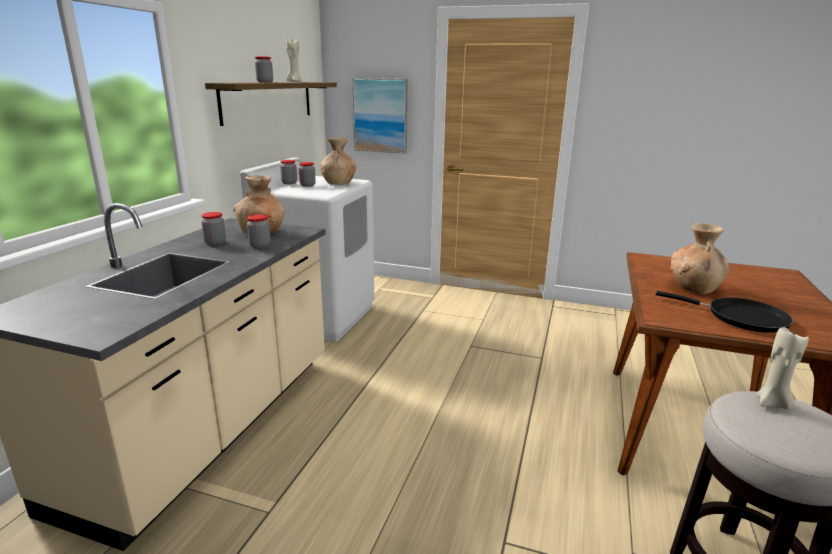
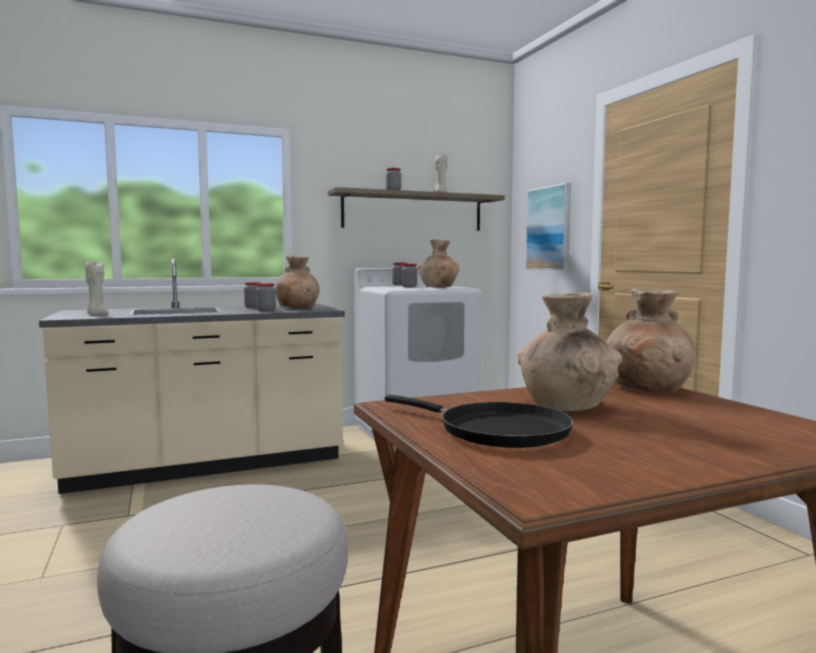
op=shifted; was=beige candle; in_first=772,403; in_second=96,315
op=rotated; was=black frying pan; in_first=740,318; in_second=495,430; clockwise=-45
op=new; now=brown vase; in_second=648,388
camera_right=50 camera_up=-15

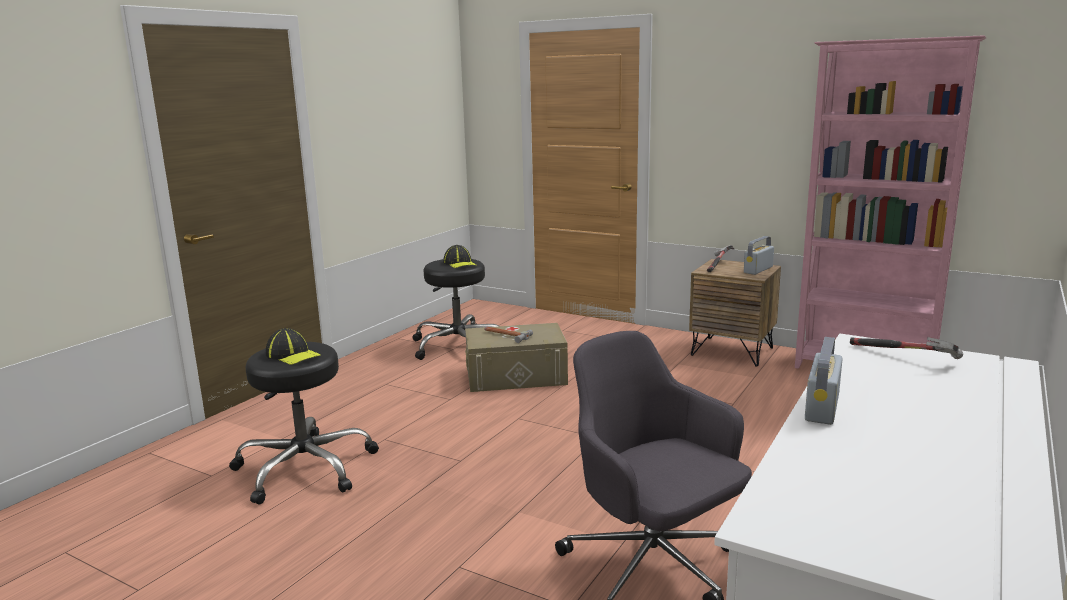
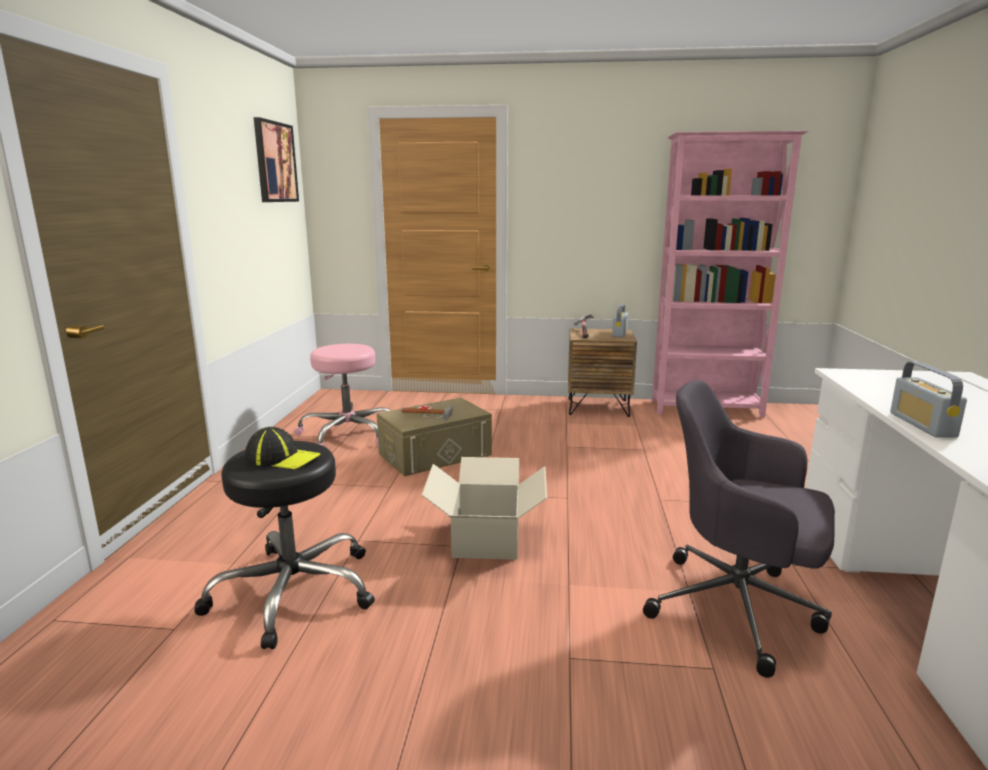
op=new; now=picture; in_second=275,162
op=repainted; was=black stool; now=pink stool; in_first=458,346; in_second=349,434
op=new; now=cardboard box; in_second=487,539
op=gone; was=cap; in_first=460,263
op=gone; was=hammer; in_first=904,358
camera_right=-25 camera_up=0

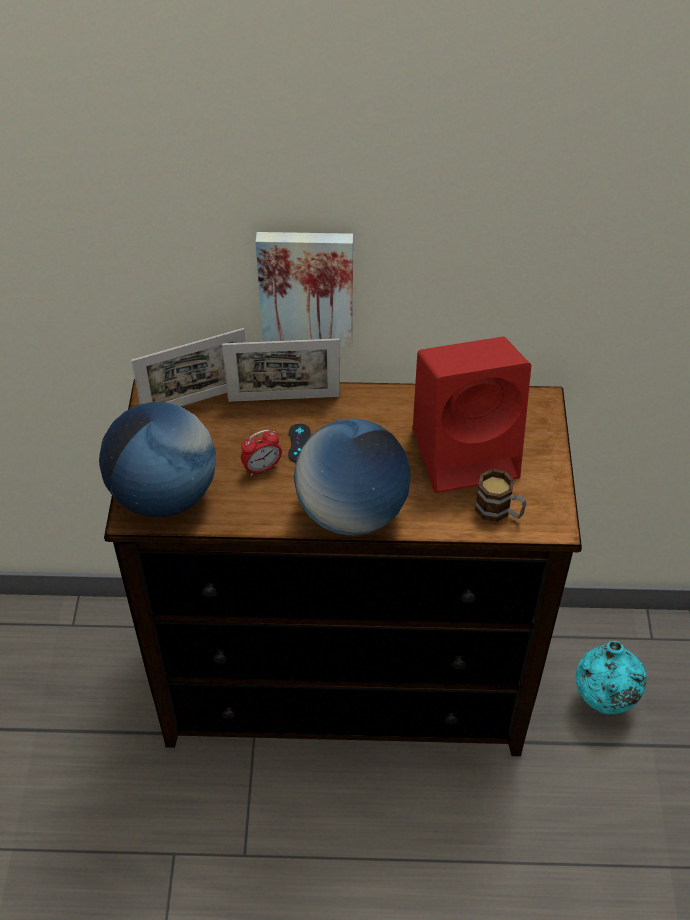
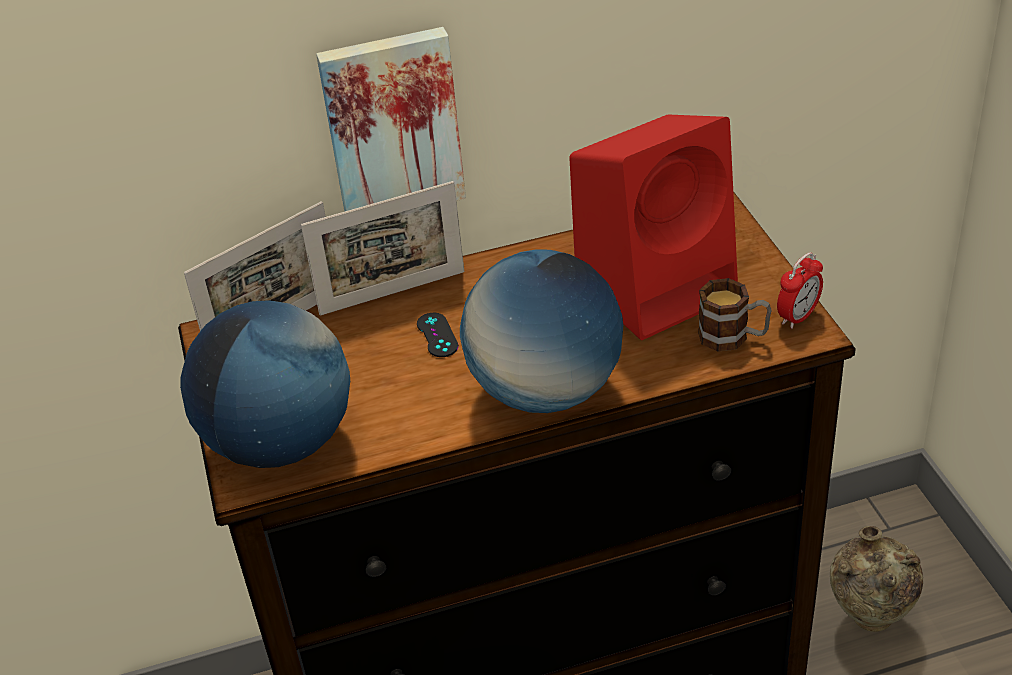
op=shifted; was=alarm clock; in_first=262,468; in_second=798,317
op=repainted; was=turquoise vase; now=beige vase; in_first=602,704; in_second=869,622
camera_right=-15 camera_up=-10

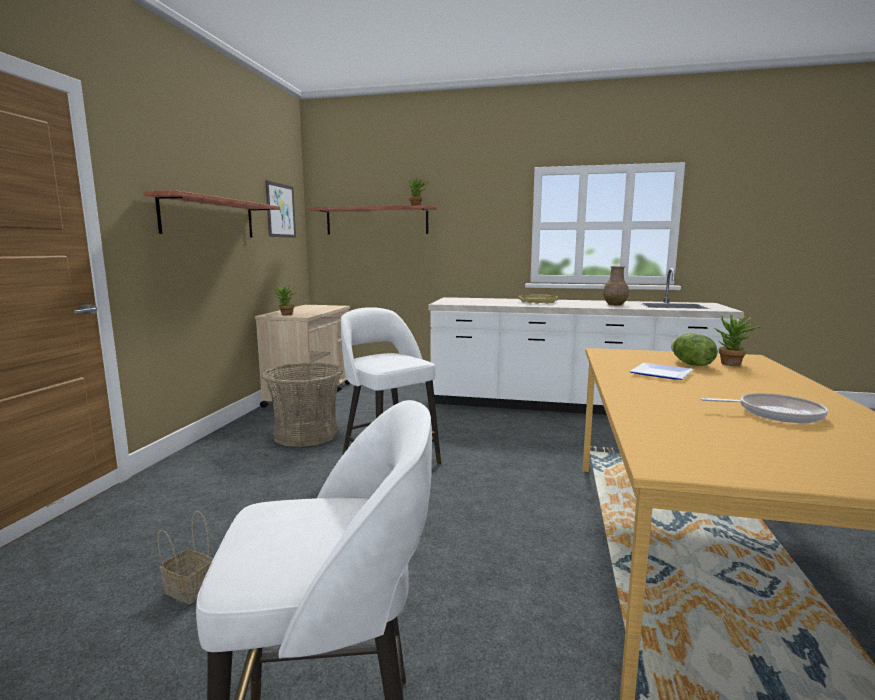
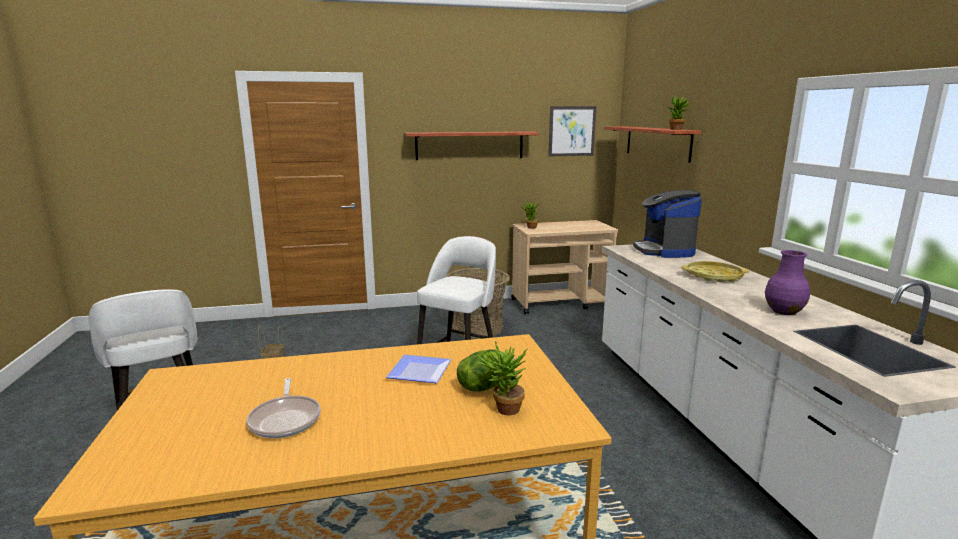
op=new; now=coffee machine; in_second=664,250
op=repainted; was=brown vase; now=purple vase; in_first=615,304; in_second=783,311
camera_right=65 camera_up=5

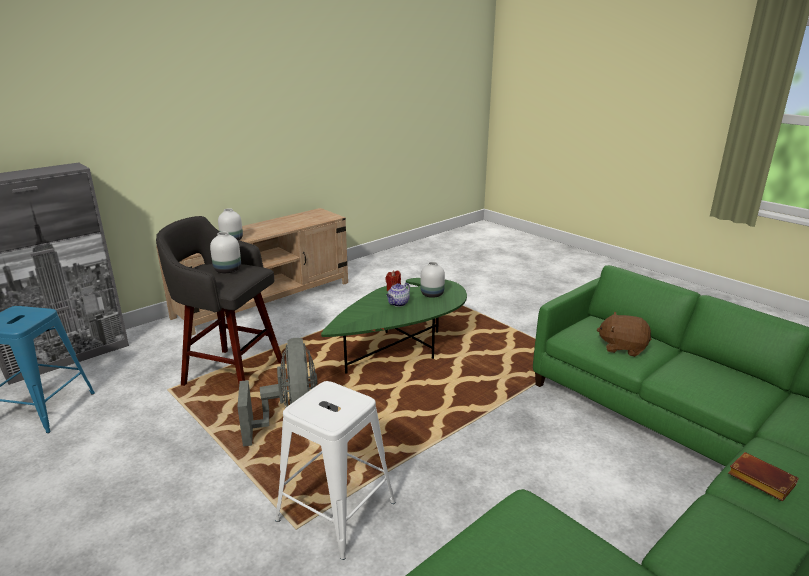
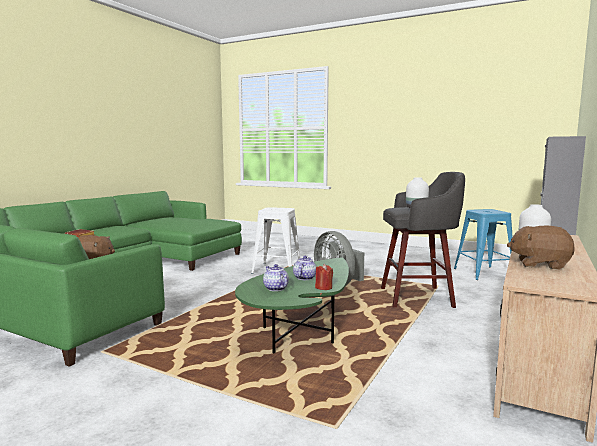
op=swapped; was=white vase; now=teapot; in_first=432,294; in_second=275,288
op=new; now=brown plush toy; in_second=540,264
camera_right=160 camera_up=-15

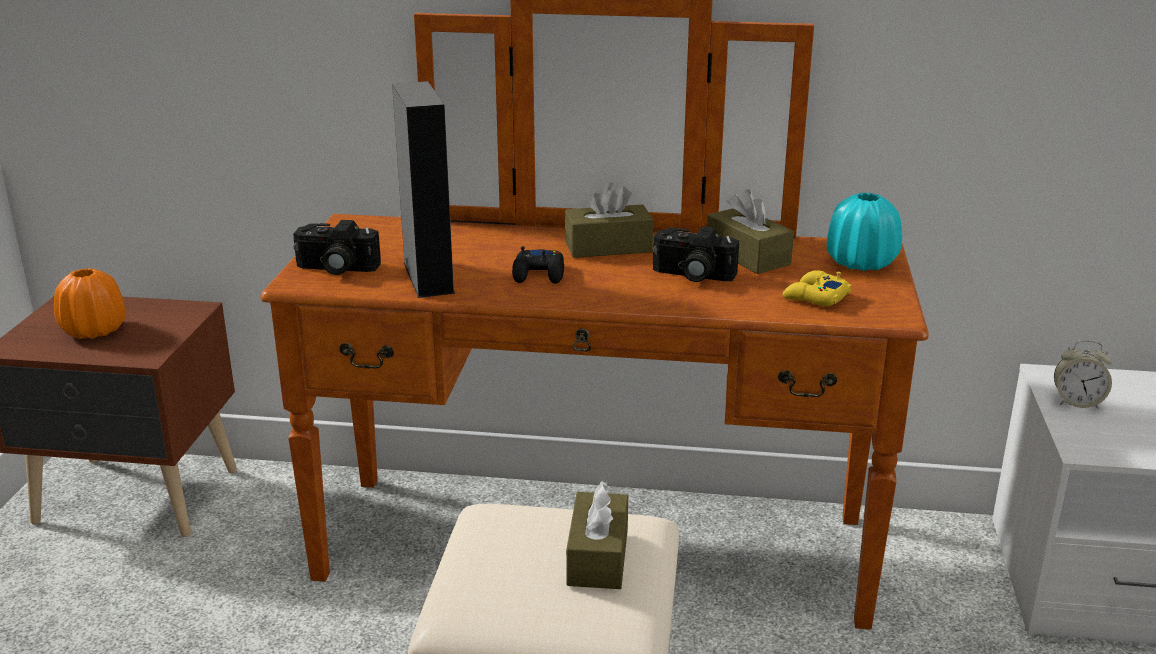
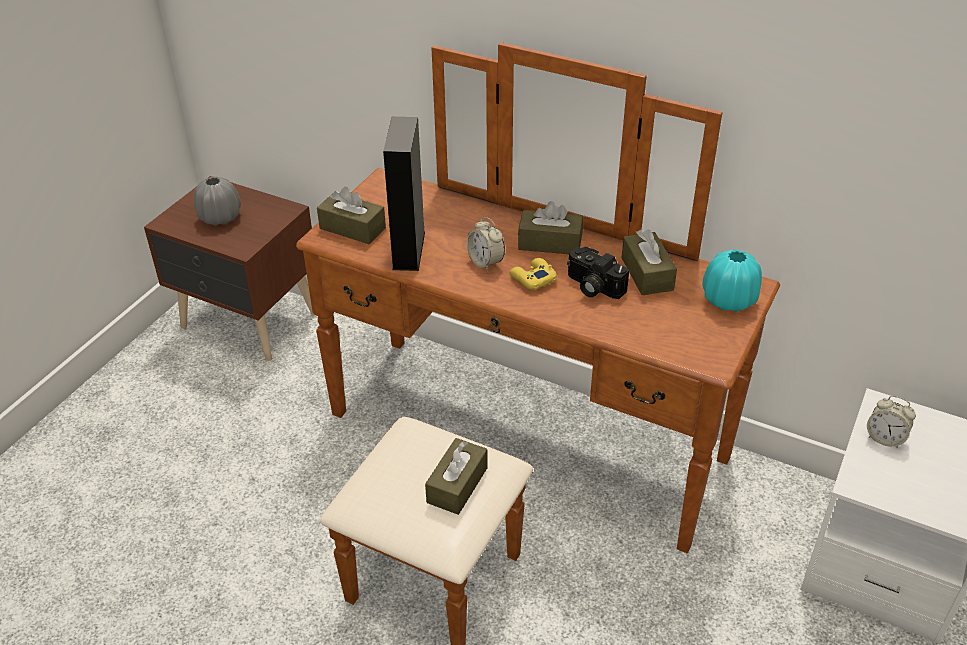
op=repainted; was=orange vase; now=grey vase; in_first=94,330; in_second=220,217
op=swapped; was=photo camera; now=brown tissue box; in_first=335,269; in_second=352,228
op=swapped; was=black game controller; now=alarm clock; in_first=539,274; in_second=485,262
op=shifted; was=yellow game controller; in_first=815,297; in_second=532,278
camera_right=20 camera_up=15

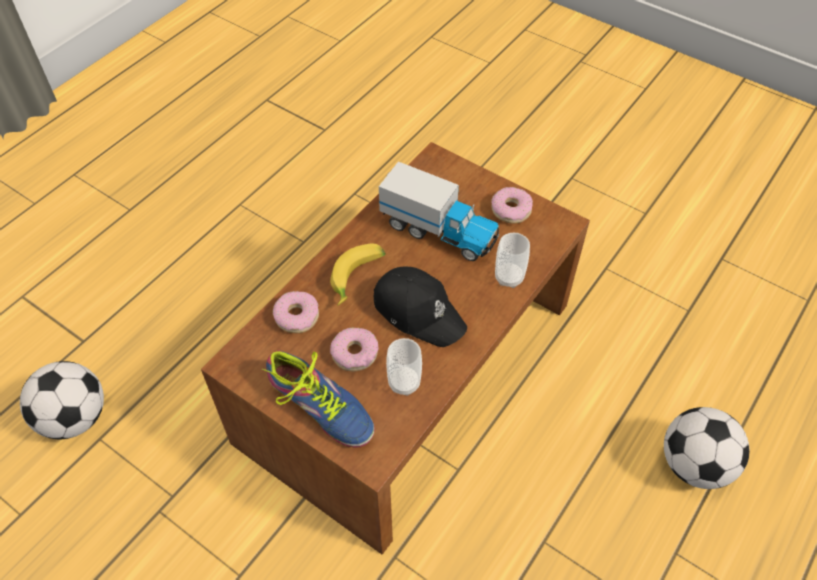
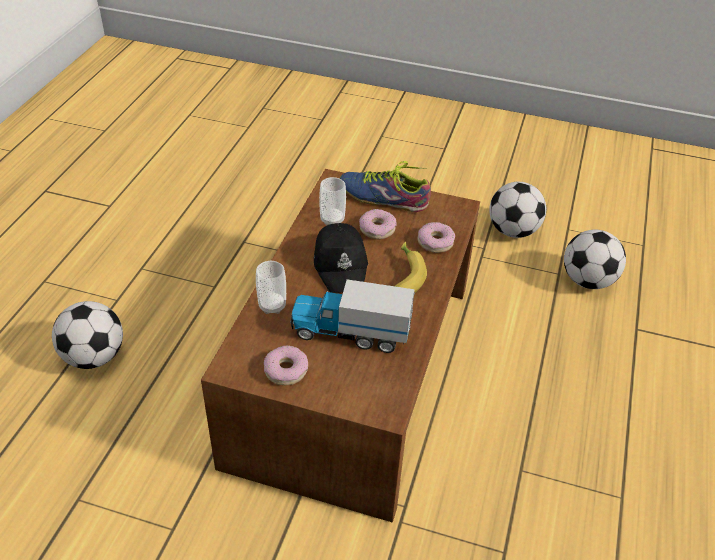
op=rotated; was=black cap; in_first=418,311; in_second=341,265; clockwise=-120
op=new; now=football; in_second=513,231
camera_right=160 camera_up=-10

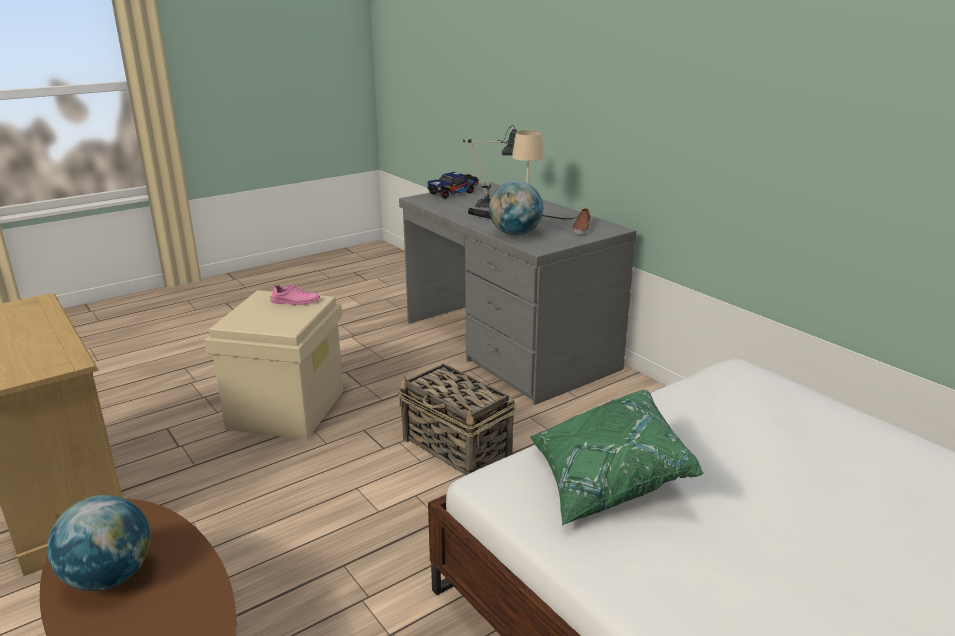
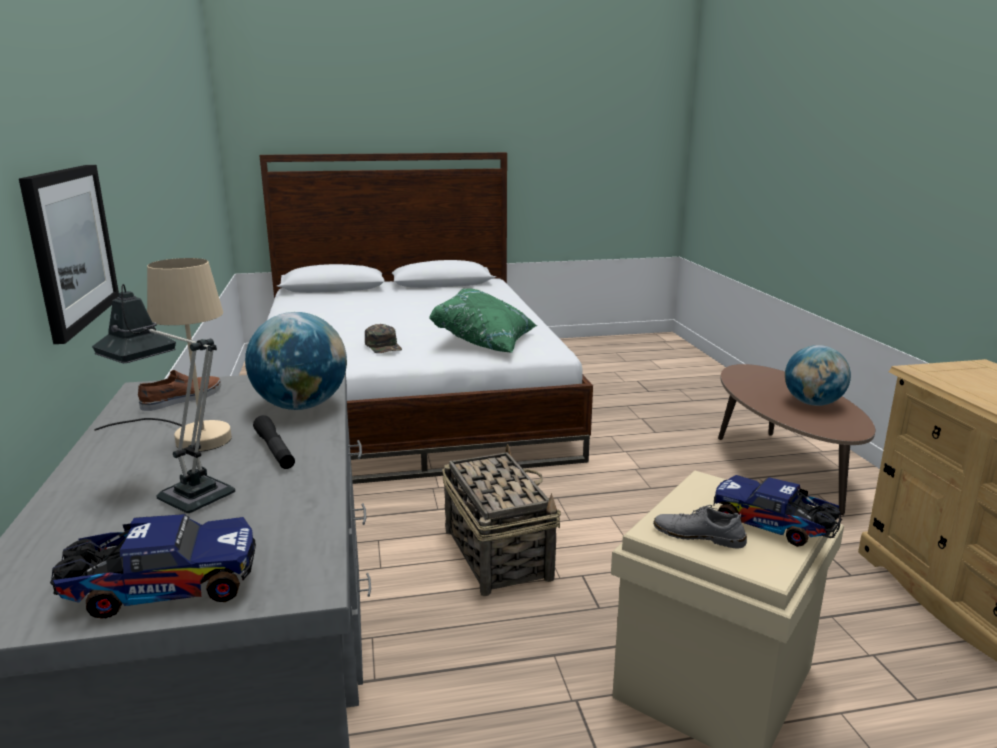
op=new; now=picture; in_second=71,247
op=new; now=green cap; in_second=384,346
op=repainted; was=pink shoe; now=grey shoe; in_first=295,301; in_second=698,535
op=new; now=toy truck; in_second=774,526
camera_right=-155 camera_up=-5

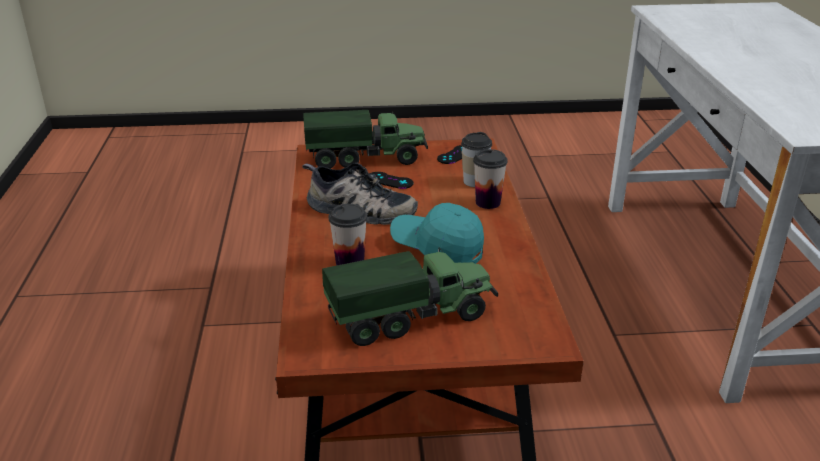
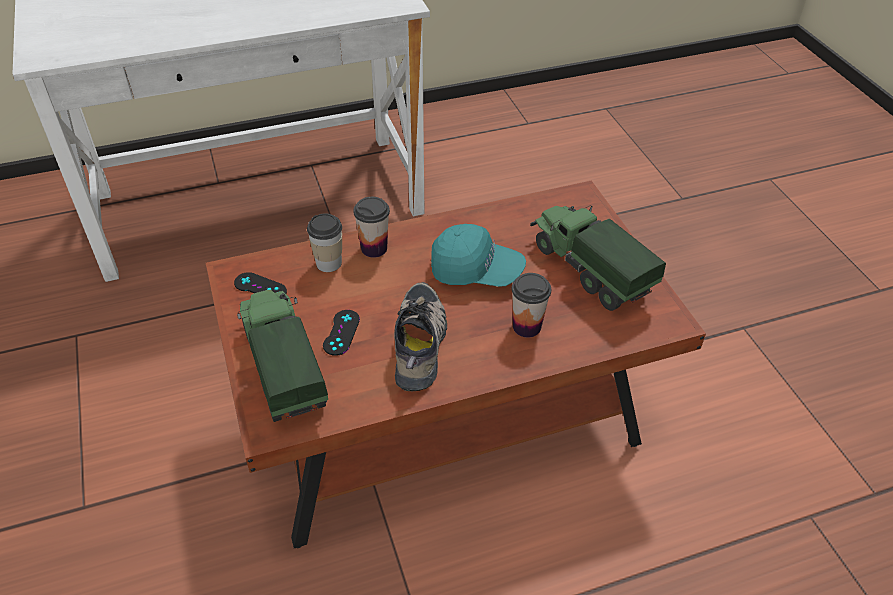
op=rotated; was=turquoise cap; in_first=437,248; in_second=476,271; clockwise=-90
camera_right=-105 camera_up=15

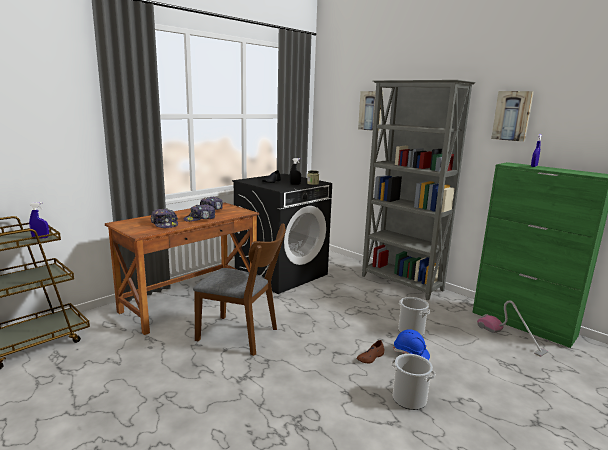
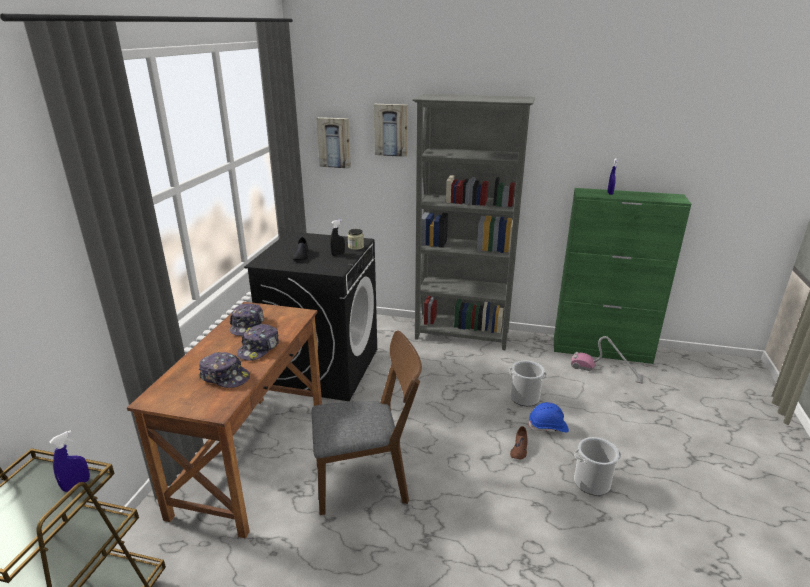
op=shifted; was=picture; in_first=512,116; in_second=334,142
camera_right=-30 camera_up=10

